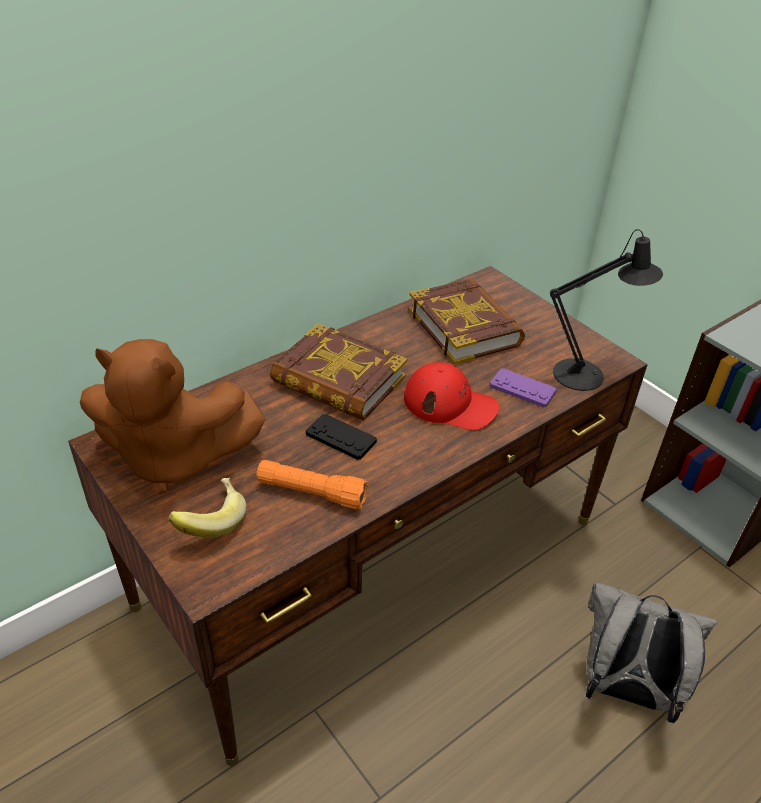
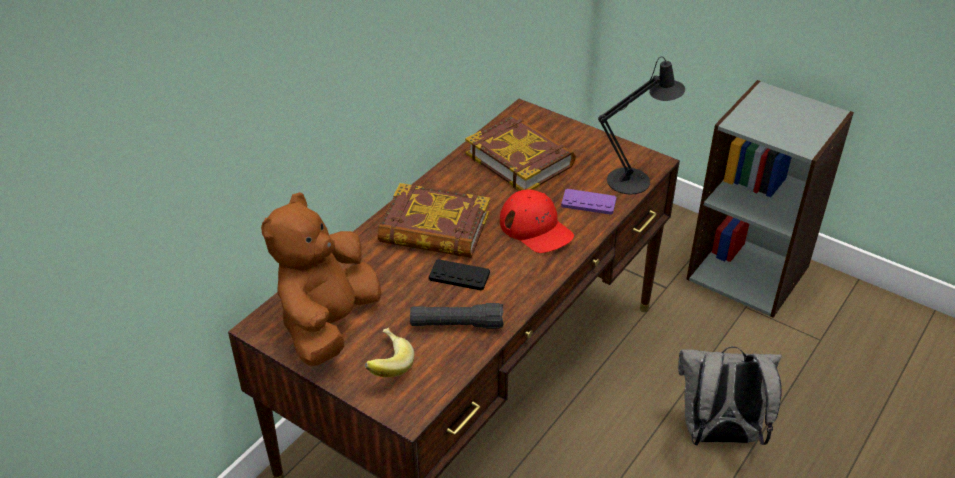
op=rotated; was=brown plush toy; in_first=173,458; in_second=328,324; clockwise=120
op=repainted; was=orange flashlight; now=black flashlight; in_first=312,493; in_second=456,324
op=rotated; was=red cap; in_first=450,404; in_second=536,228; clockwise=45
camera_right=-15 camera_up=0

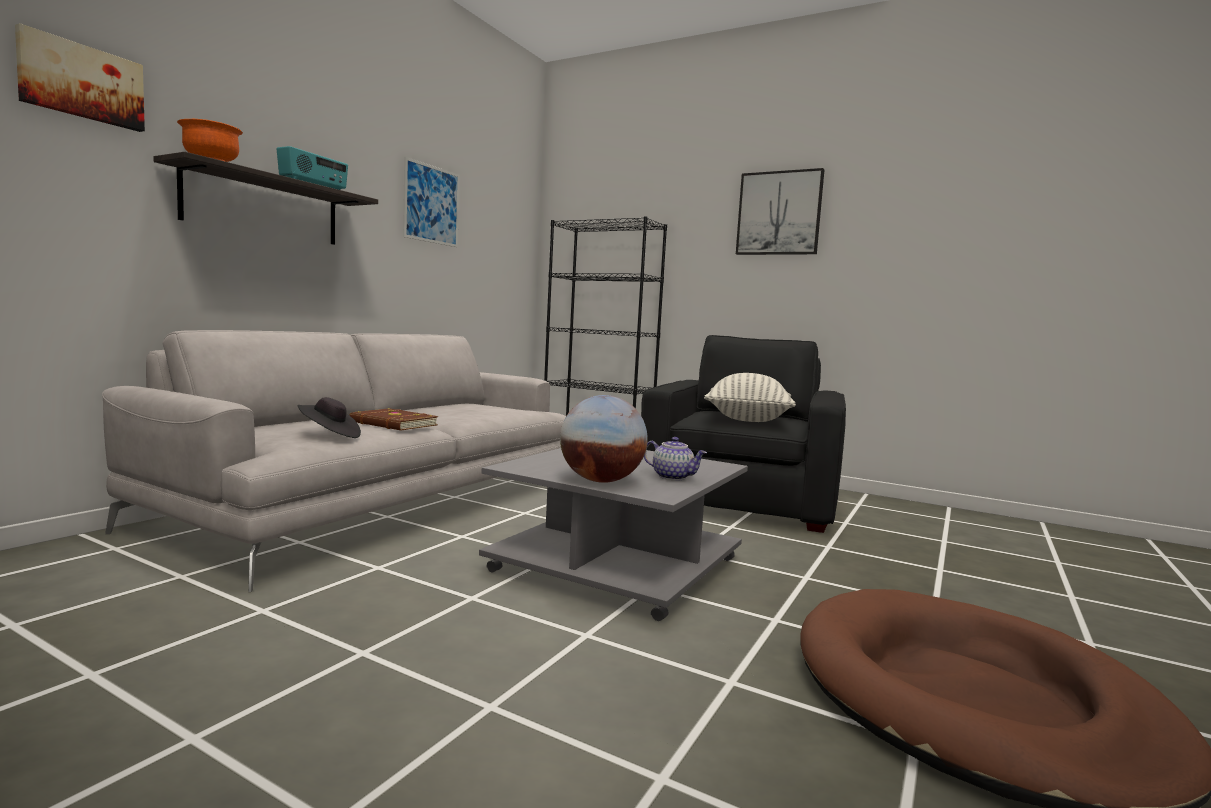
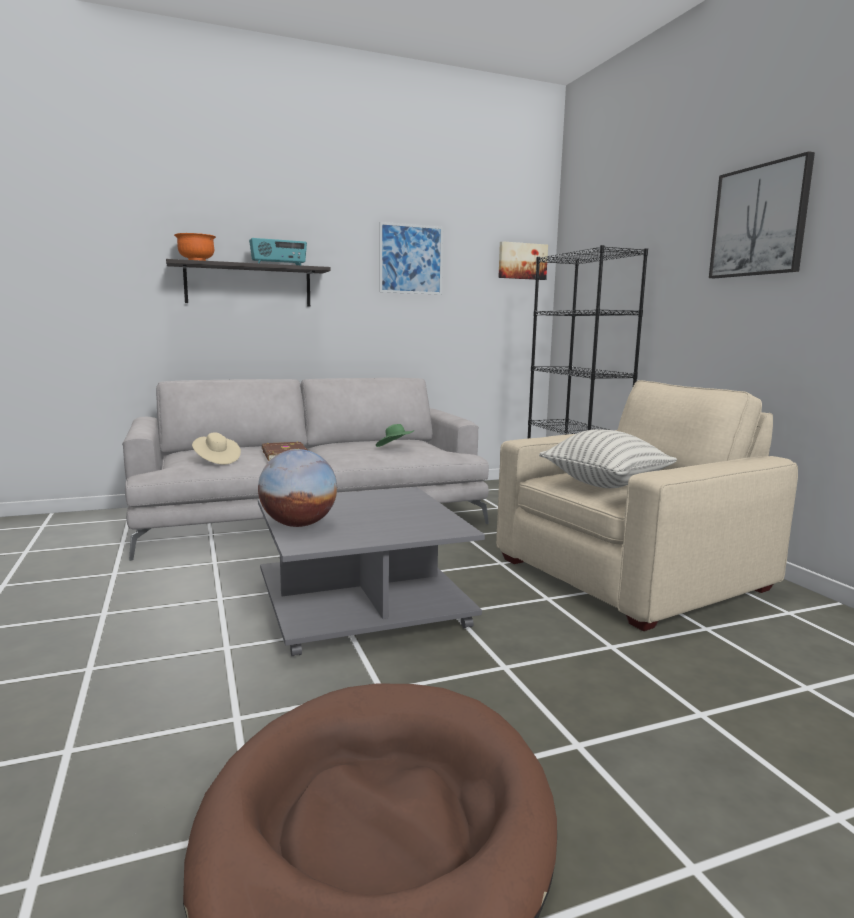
op=repainted; was=black hat; now=beige hat; in_first=329,435; in_second=216,460
op=new; now=green hat; in_second=395,448
op=repainted; was=black armchair; now=beige armchair; in_first=741,500; in_second=630,574
op=shifted; was=picture; in_first=82,82; in_second=522,261
op=gone; was=teapot; in_first=673,477
camera_right=40 camera_up=5

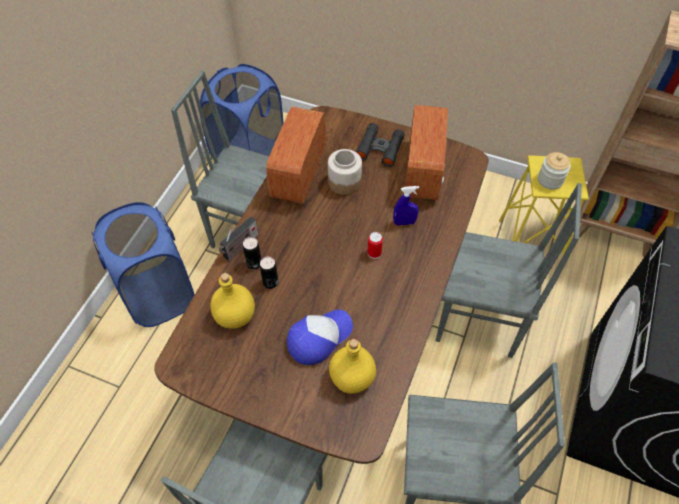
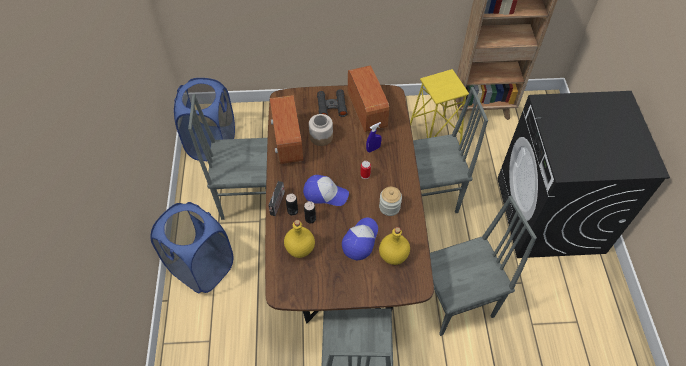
op=new; now=cap; in_second=325,193
op=shifted; was=jar; in_first=550,180; in_second=389,207
camera_right=-25 camera_up=0

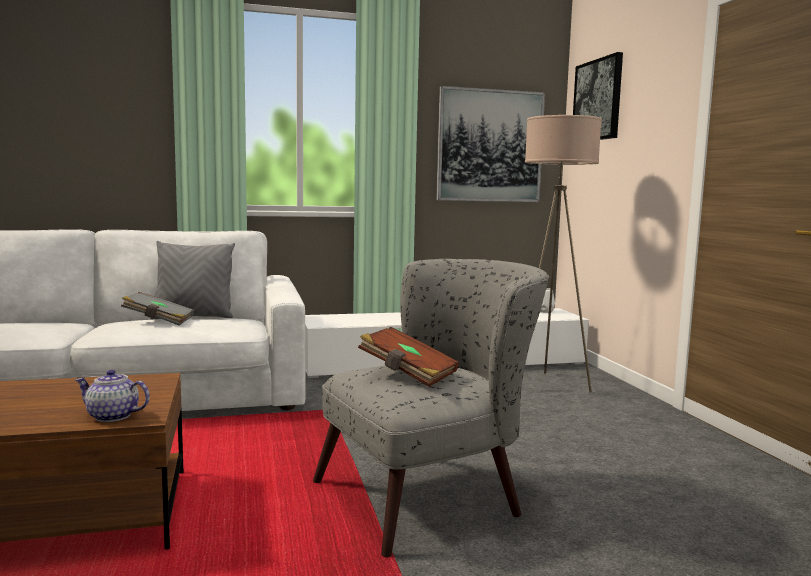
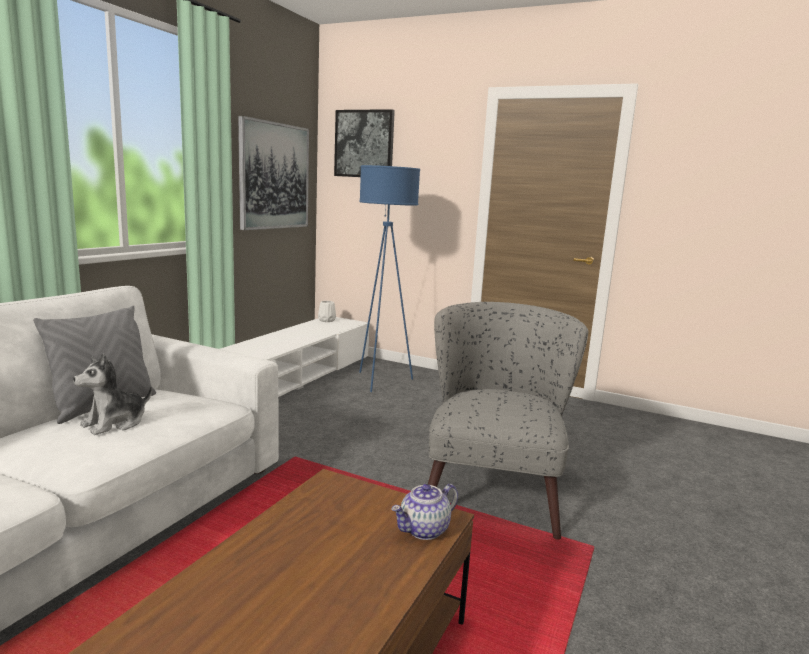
op=swapped; was=grey book; now=plush toy; in_first=158,321; in_second=115,423
op=repainted; was=beige floor lamp; now=blue floor lamp; in_first=549,384; in_second=380,381
op=gone; was=brown book; in_first=407,374
camera_right=-50 camera_up=5

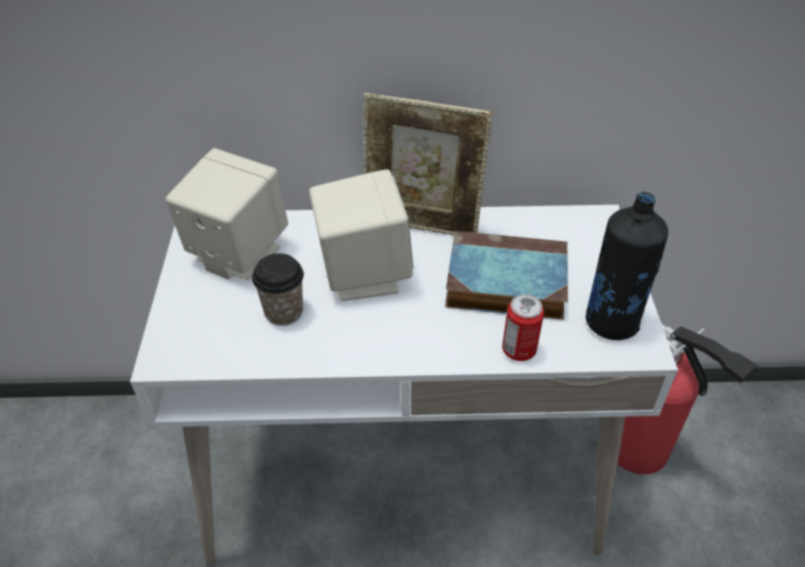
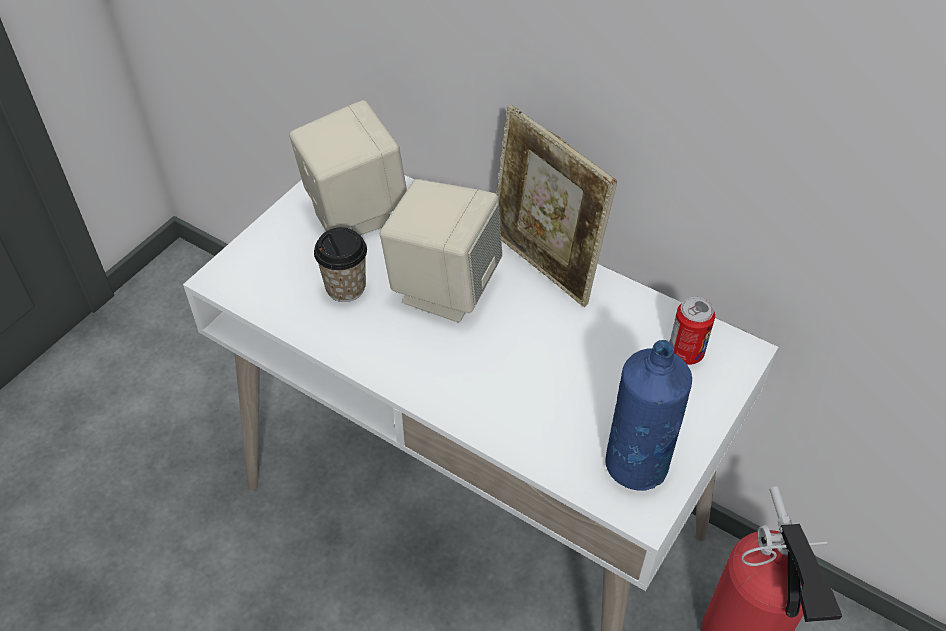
op=repainted; was=black bottle; now=blue bottle; in_first=611,322; in_second=636,464
op=shifted; was=can; in_first=519,350; in_second=685,353
op=gone; was=book; in_first=503,282
camera_right=35 camera_up=5

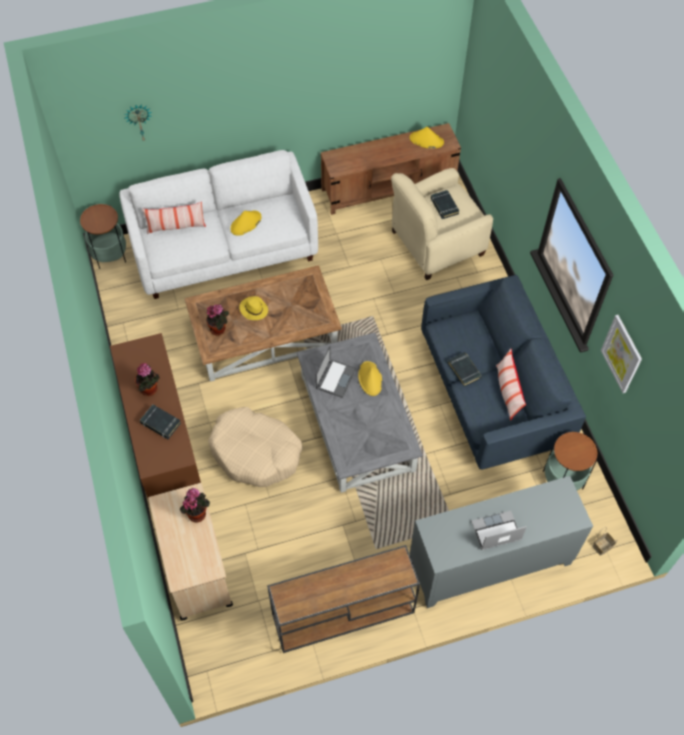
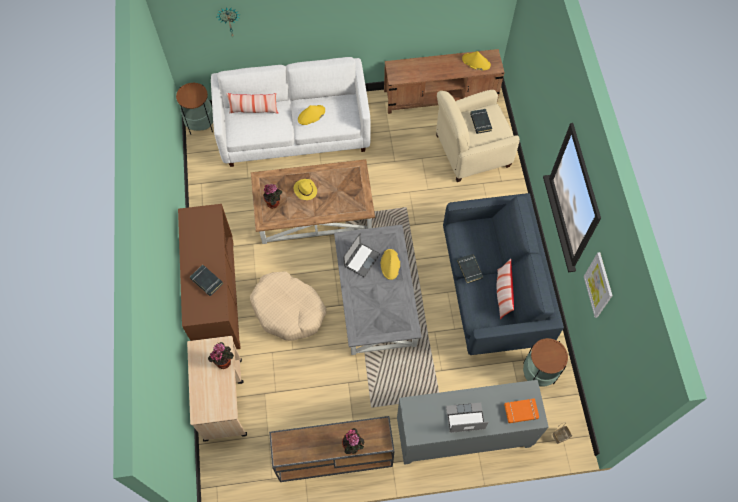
op=shifted; was=potted plant; in_first=150,389; in_second=353,447
op=new; now=orange book; in_second=521,411
camera_right=10 camera_up=5

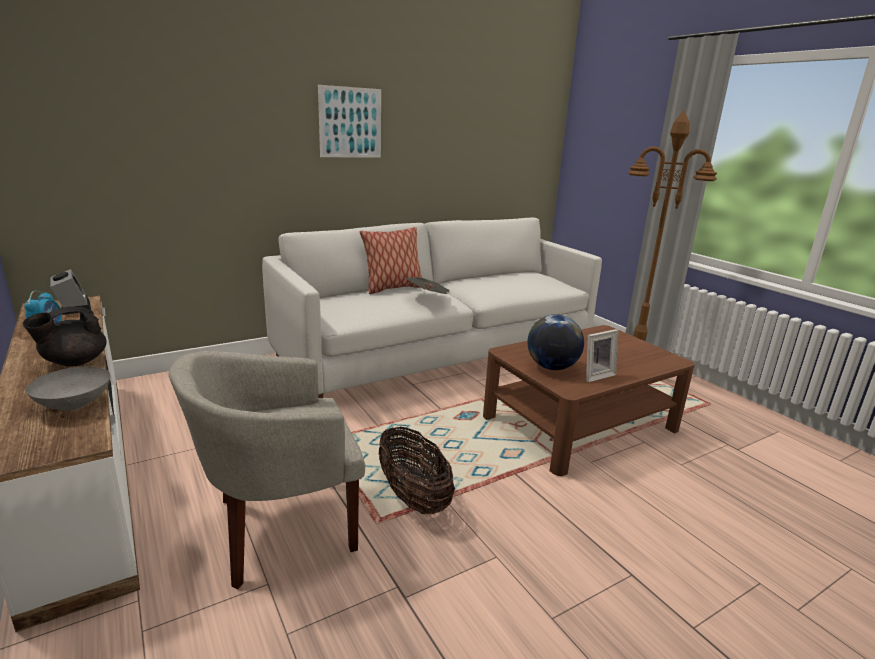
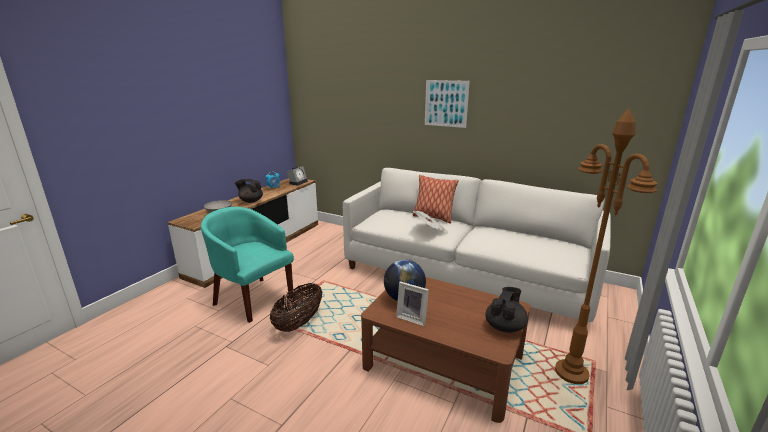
op=repainted; was=beige armchair; now=turquoise armchair; in_first=280,528; in_second=252,298
op=new; now=black teapot; in_second=505,326
camera_right=60 camera_up=0

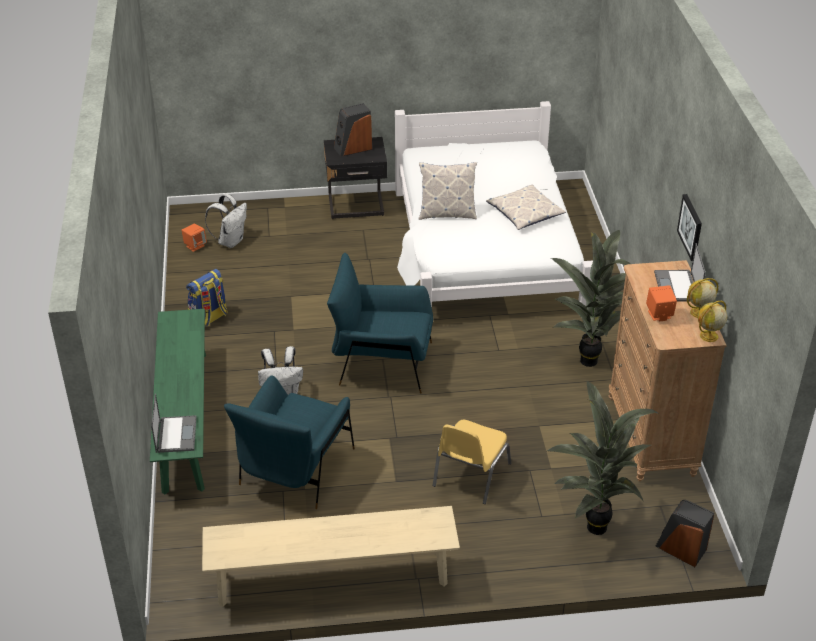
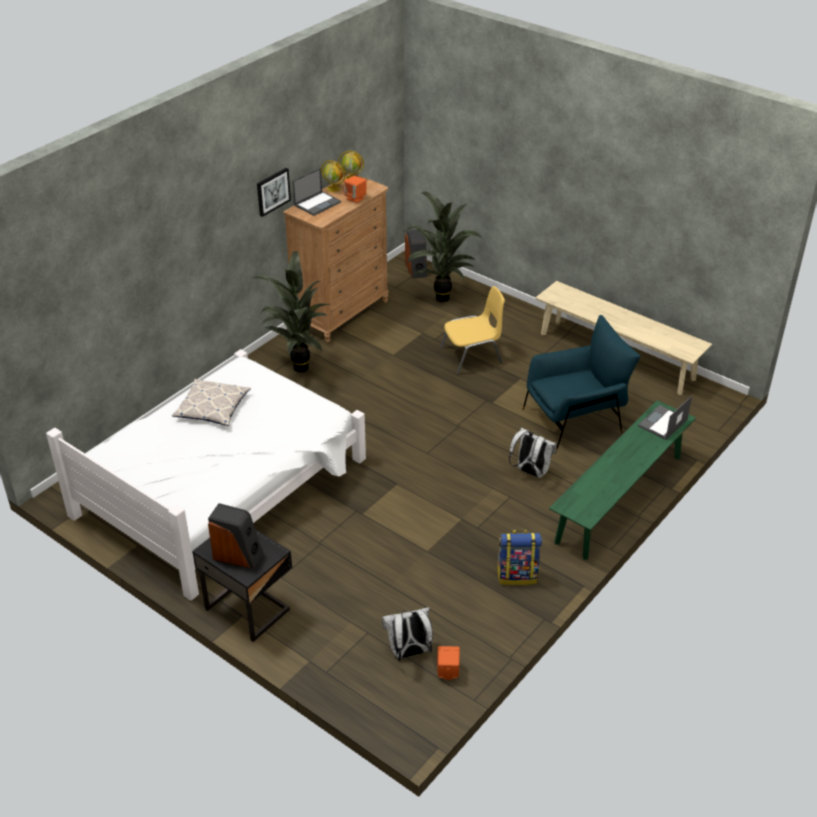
op=gone; was=blue armchair; in_first=382,363
op=gone; was=pillow; in_first=447,214
camera_right=-135 camera_up=0

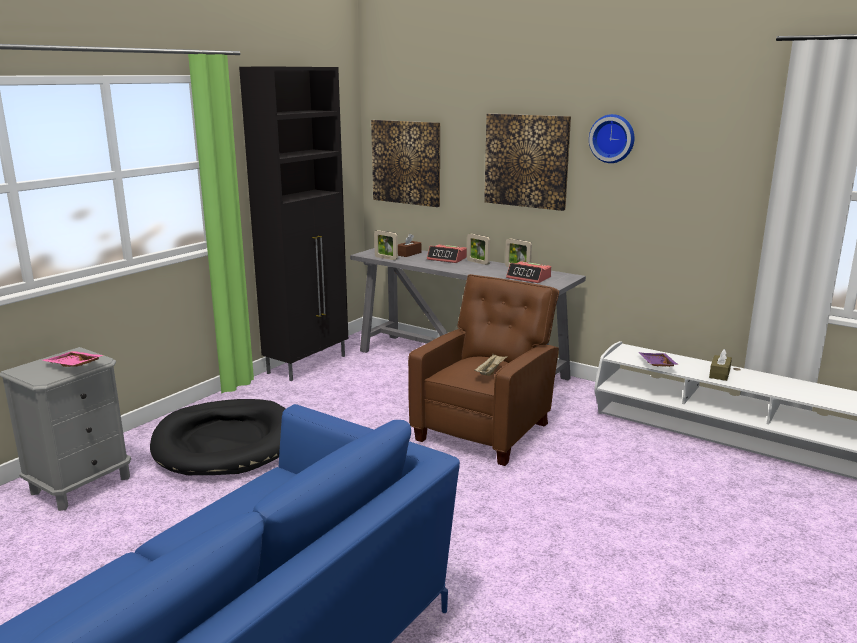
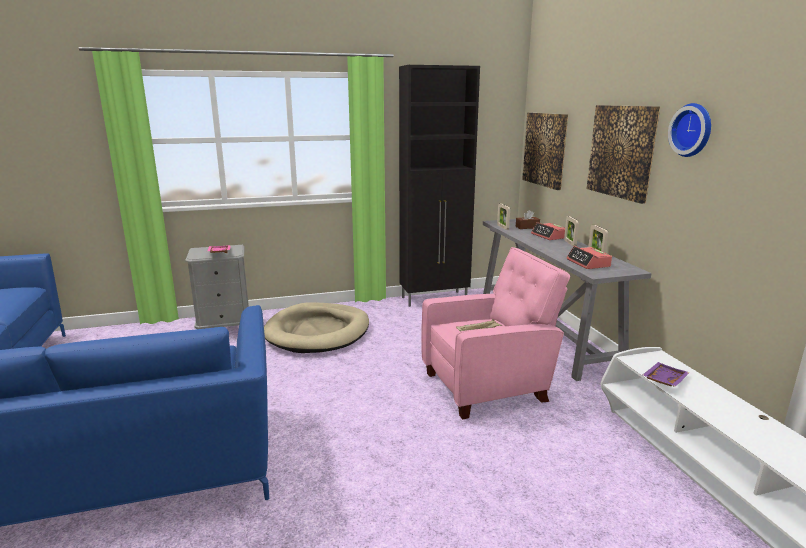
op=repainted; was=black dog bed; now=beige dog bed; in_first=225,443; in_second=318,332
op=repainted; was=brown armchair; now=pink armchair; in_first=486,430; in_second=489,386
op=gone; was=brown tissue box; in_first=719,374
camera_right=40 camera_up=0

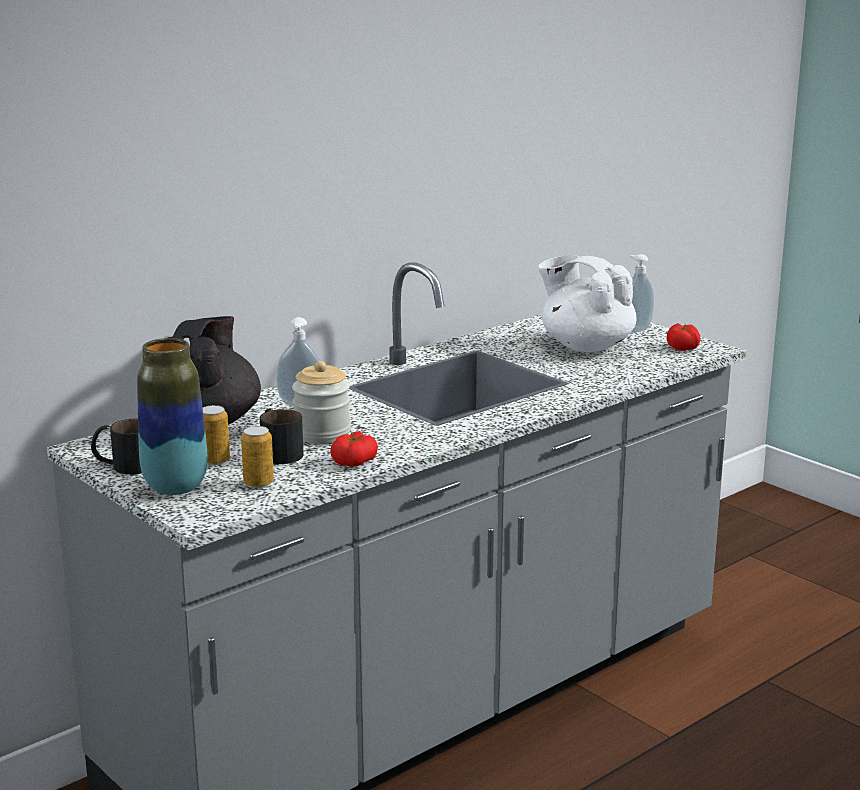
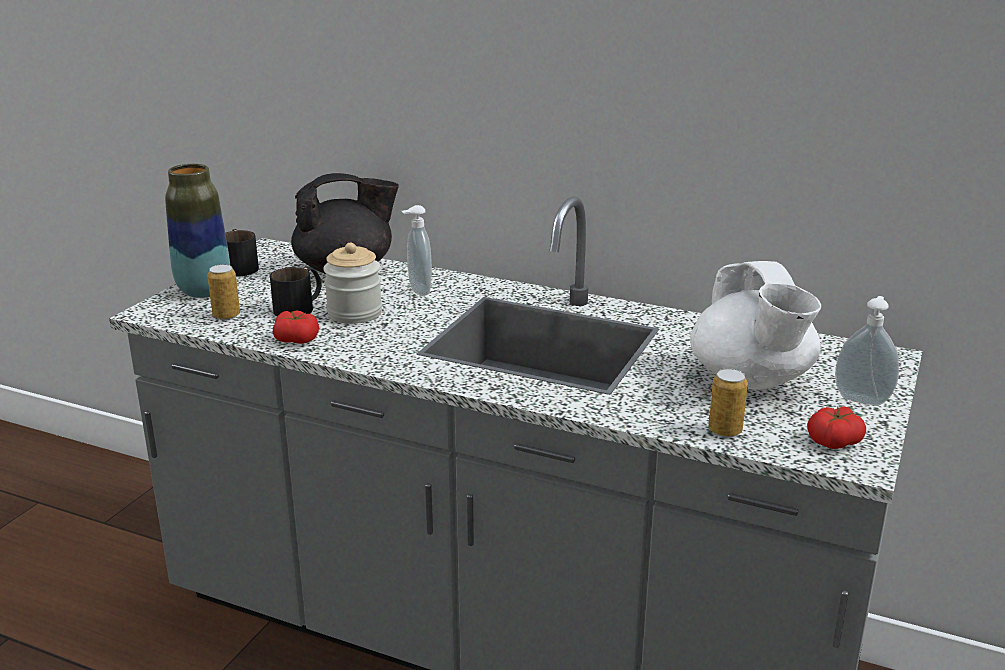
op=rotated; was=white teapot; in_first=585,346; in_second=751,380; clockwise=150
op=shifted; was=can; in_first=215,460; in_second=725,431
camera_right=65 camera_up=5

